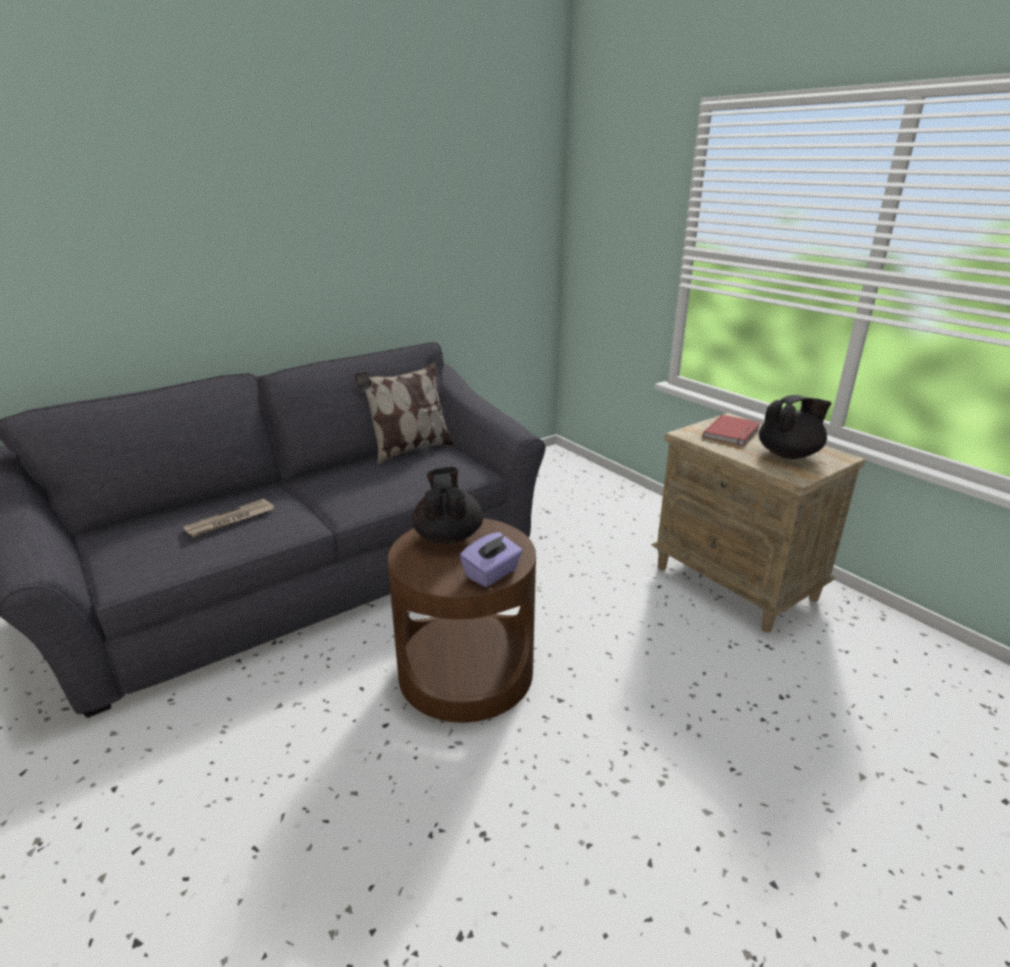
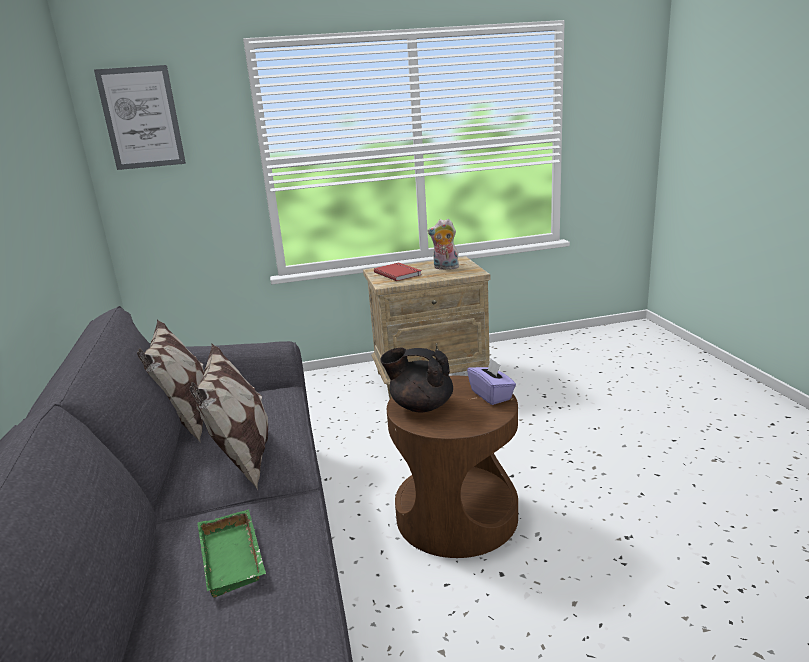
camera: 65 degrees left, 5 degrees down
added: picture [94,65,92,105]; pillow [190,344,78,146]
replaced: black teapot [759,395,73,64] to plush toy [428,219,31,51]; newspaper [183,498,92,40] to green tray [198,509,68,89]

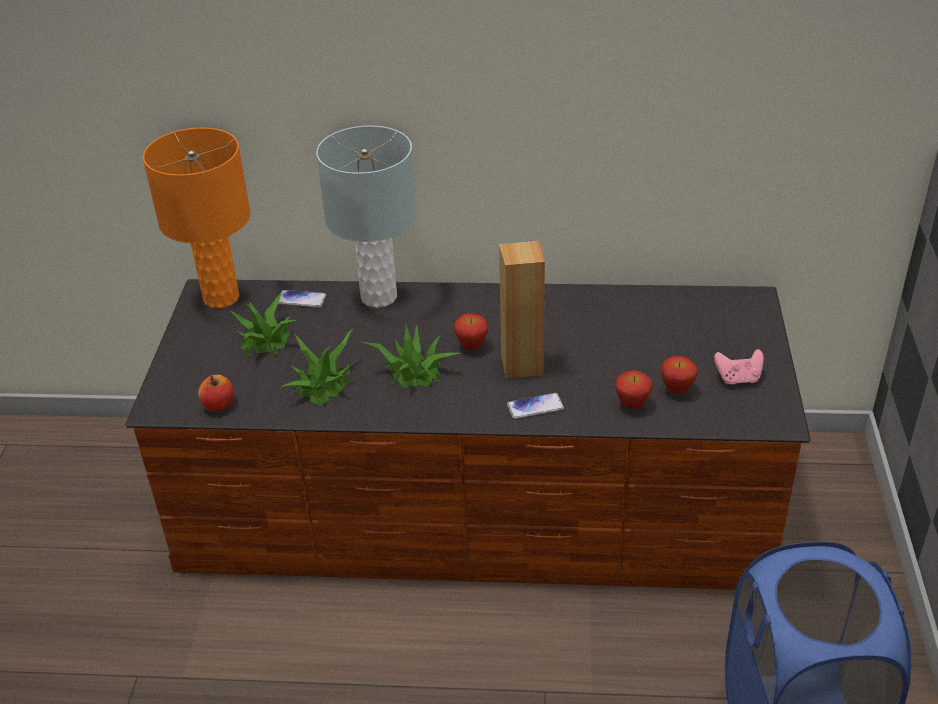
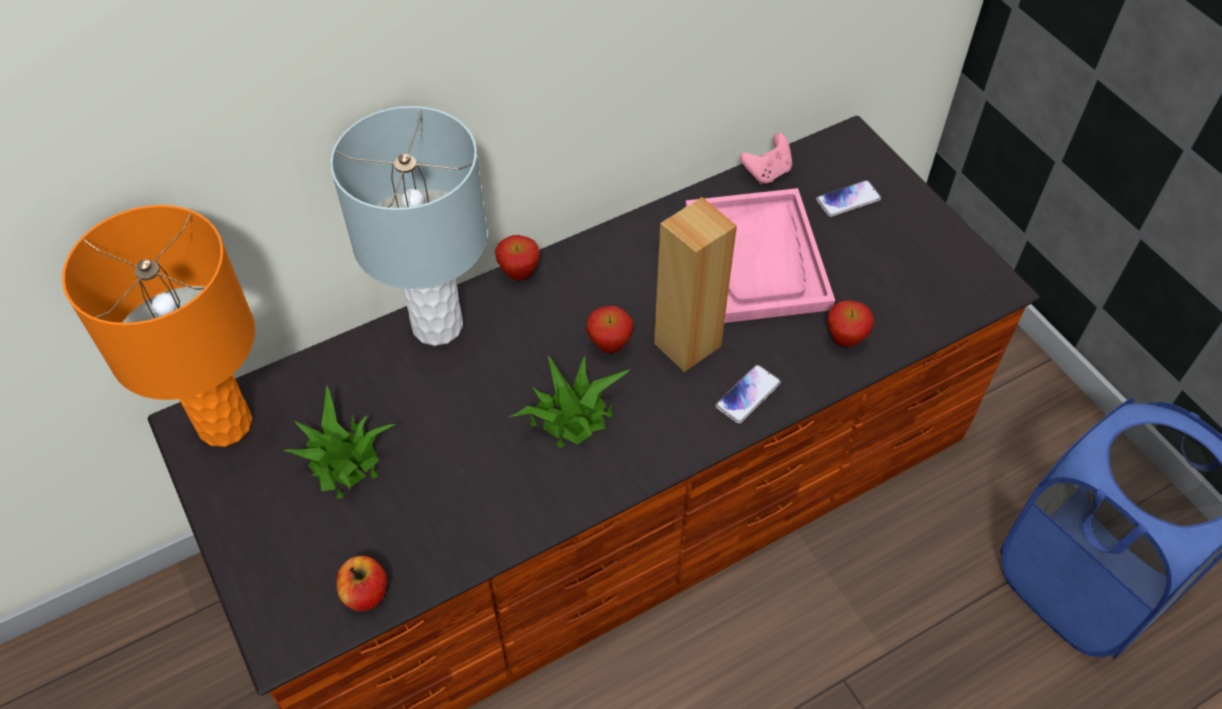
camera: 35 degrees left, 15 degrees up
removed: potted plant [282,329,71,76]
added: pink tray [685,188,150,135]
moved: phone [278,290,48,18] to [816,180,65,37]; pink game controller [714,349,50,35] to [740,133,52,51]; apple [661,356,36,38] to [495,235,45,46]

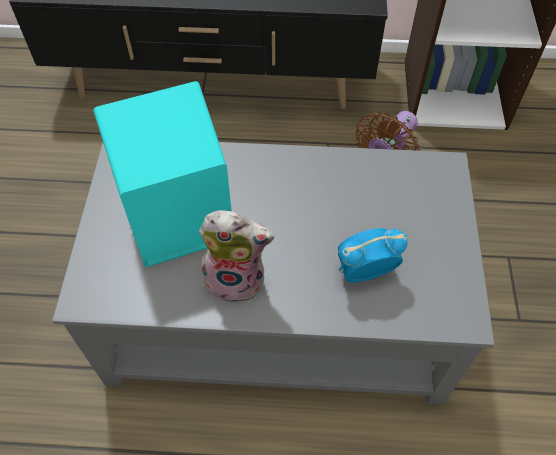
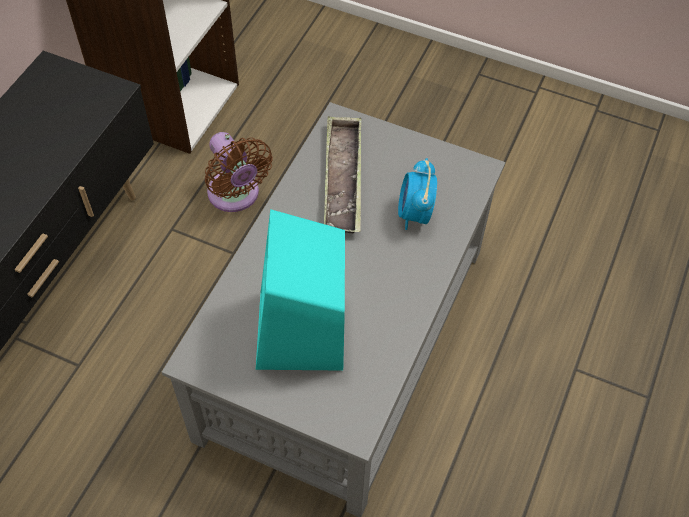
camera: 70 degrees left, 0 degrees up
removed: plush toy [199,210,76,93]
added: tray [324,117,37,116]

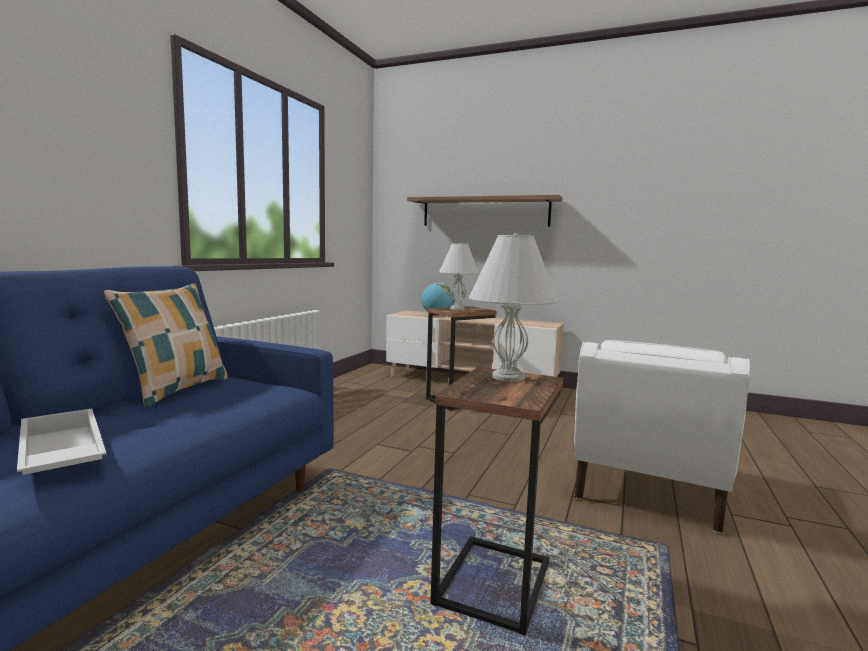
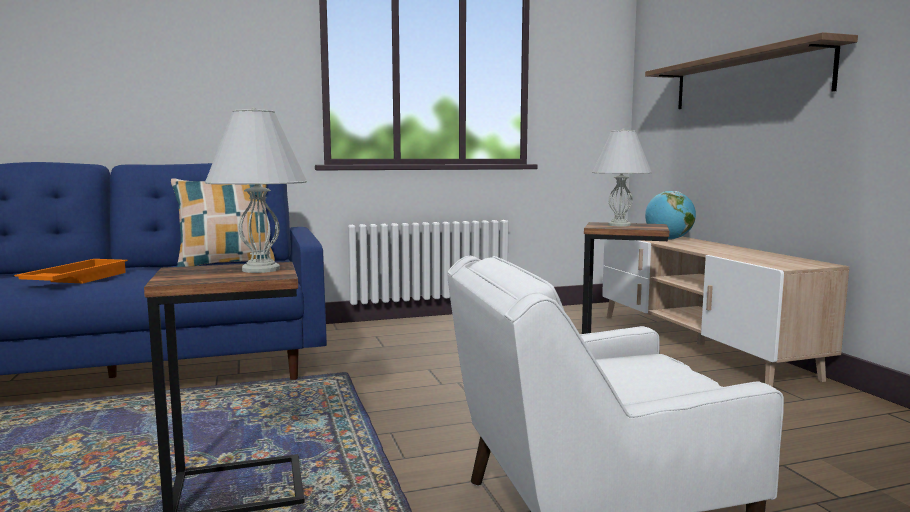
camera: 50 degrees right, 0 degrees up
recoloured: white tray [17,409,89,66] to orange tray [14,259,114,24]

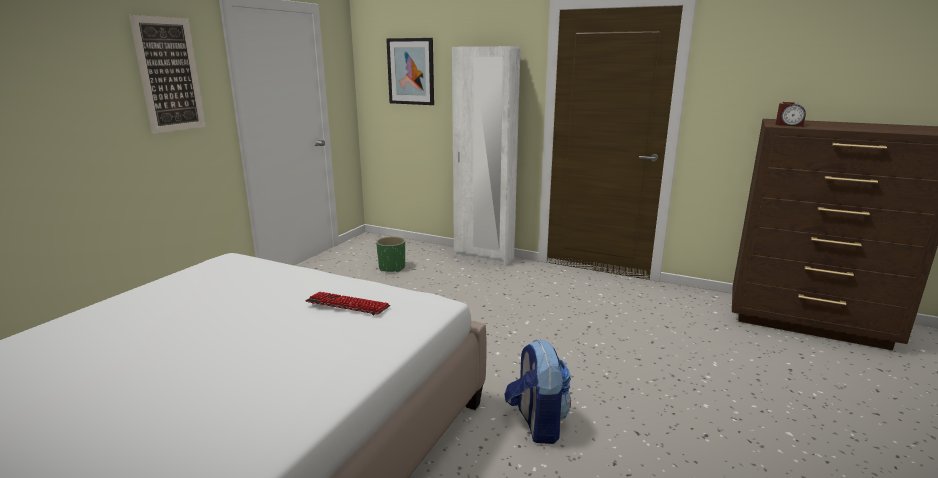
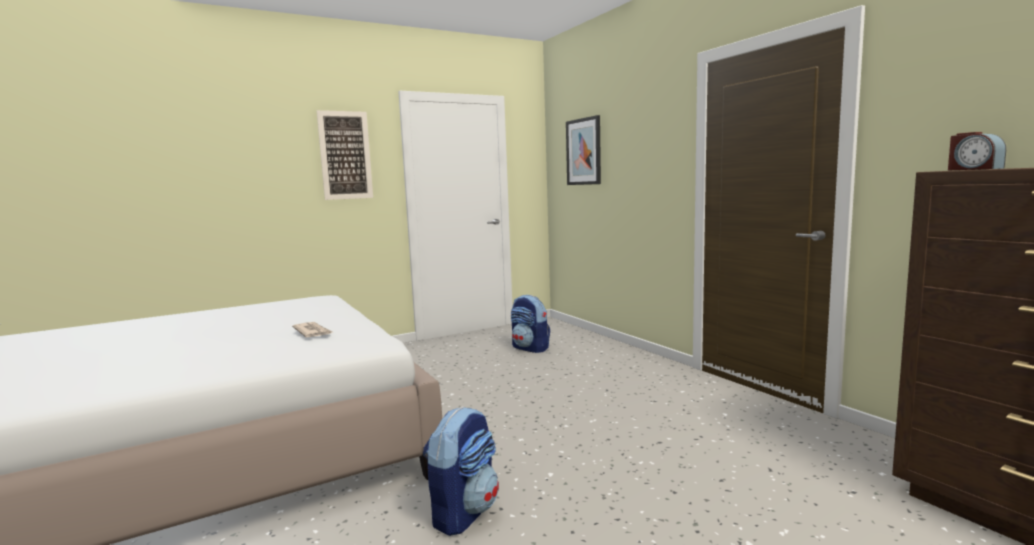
camera: 35 degrees right, 10 degrees down
removed: white wardrobe [452,46,69,220]
replaced: green planter [376,236,29,36] to backpack [511,295,39,58]; keyboard [305,292,85,23] to newspaper [292,322,41,15]

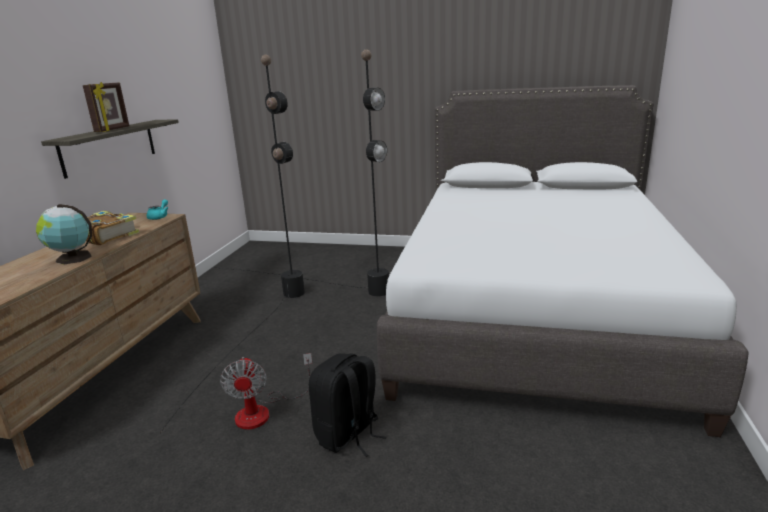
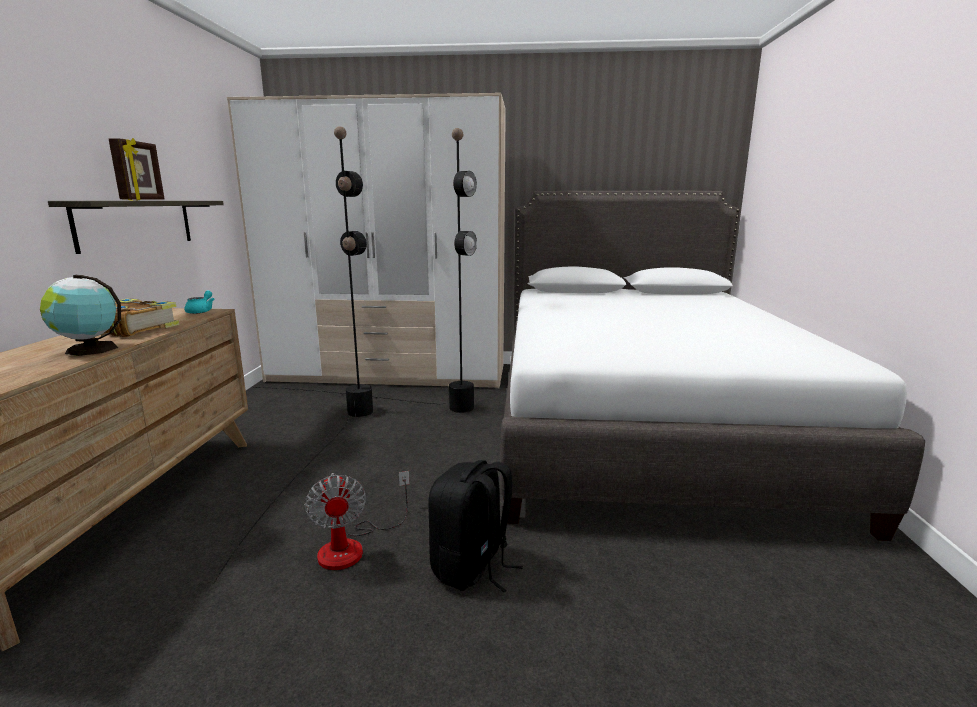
camera: 10 degrees left, 5 degrees down
added: wardrobe [227,93,279,296]

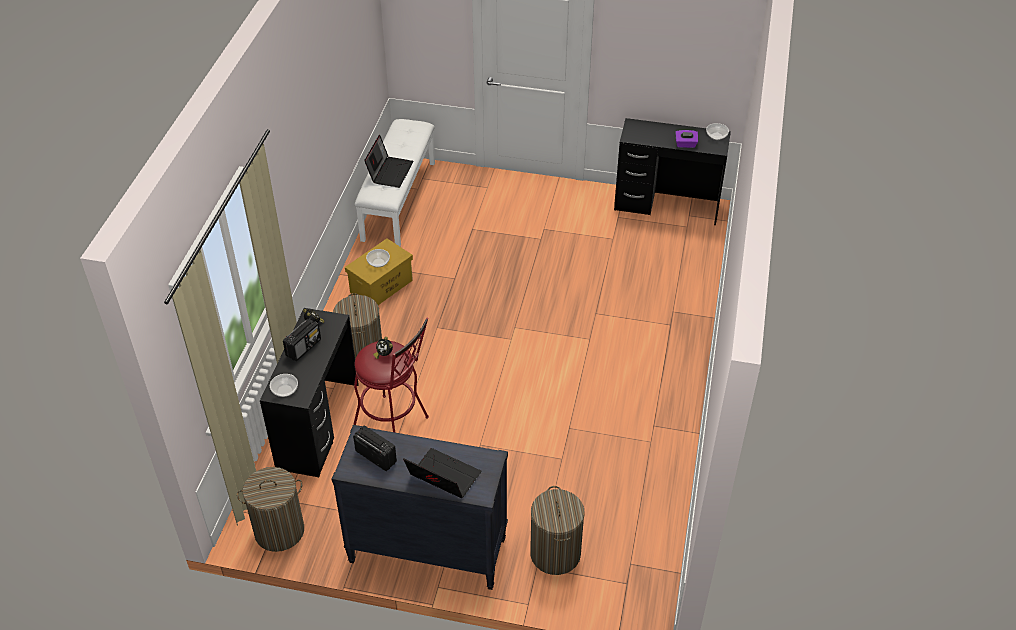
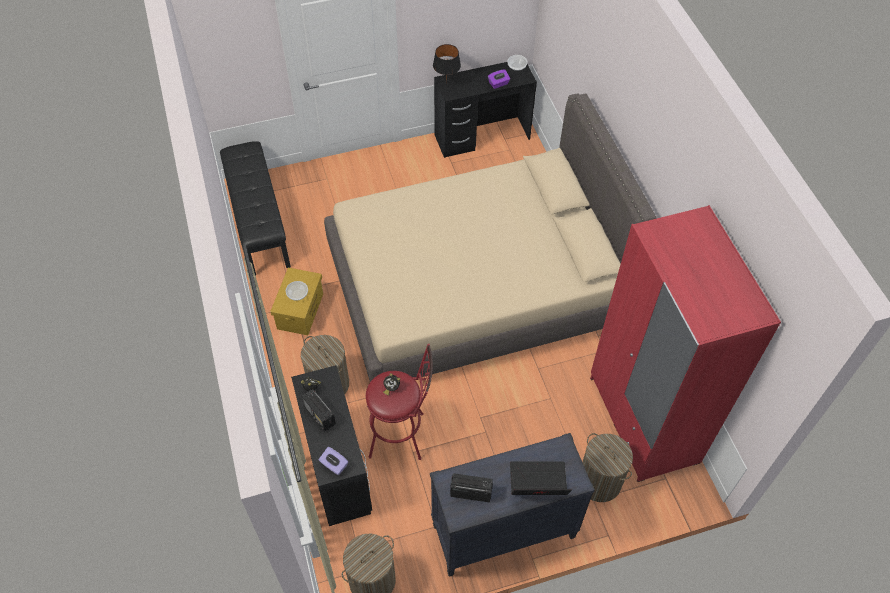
camera: 30 degrees left, 10 degrees up
removed: laptop [364,135,50,53]
added: black table lamp [433,44,28,41]; beige bed [324,93,332,289]; red wardrobe [590,205,191,277]
replaced: bowl [270,374,28,23] to purple tissue box [319,447,29,28]
recoloured: white bench [355,119,80,127] to black bench [220,141,71,135]
turned: radio [283,319,38,42] = [302,389,34,42] 135 degrees clockwise

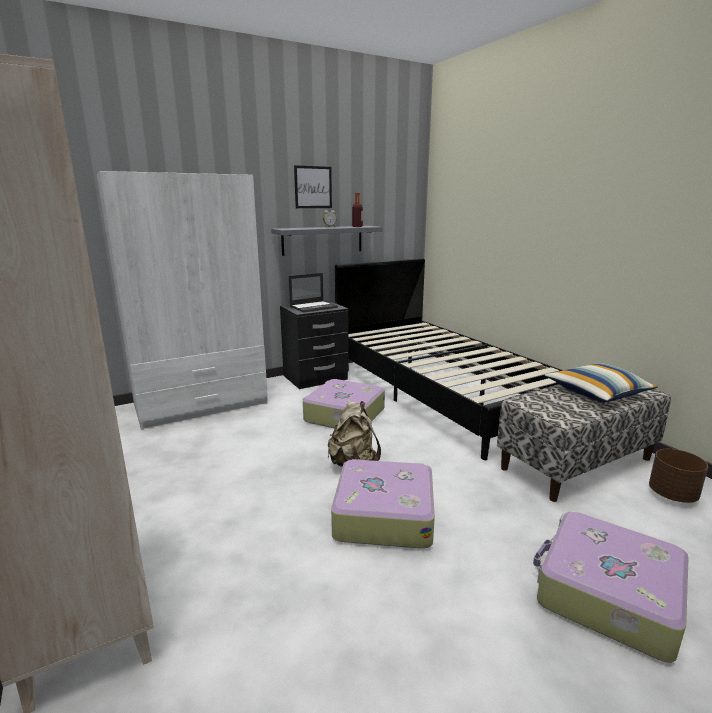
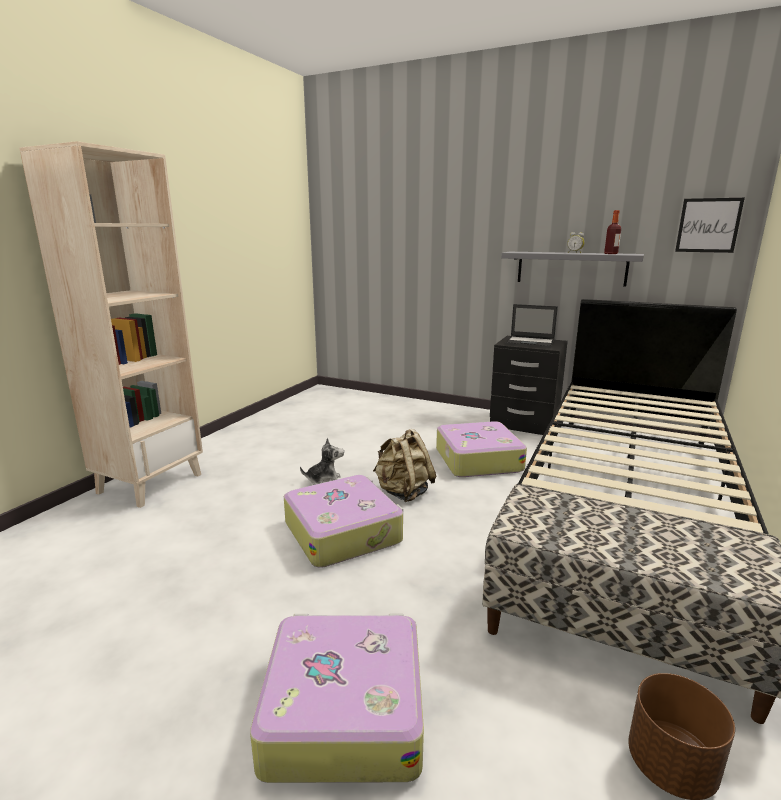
camera: 55 degrees right, 0 degrees up
removed: white wardrobe [97,171,171,259]; pillow [544,363,114,39]
added: plush toy [300,438,44,47]
moved: picture [294,165,38,43] to [675,198,70,55]

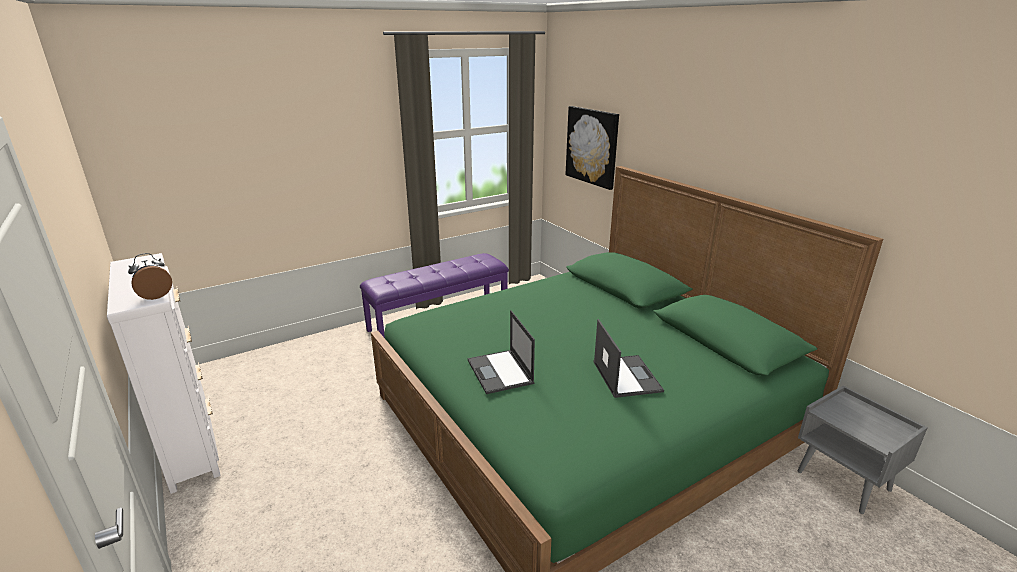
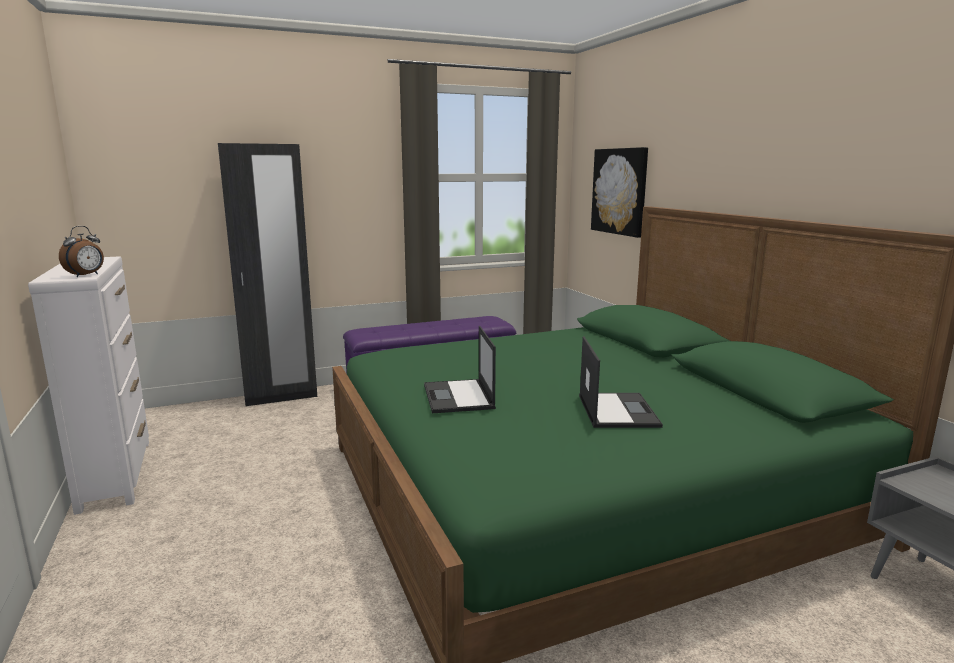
camera: 10 degrees right, 10 degrees down
added: black wardrobe [218,143,99,264]
turned: alarm clock [128,253,44,47] = [59,226,45,51] 150 degrees clockwise

